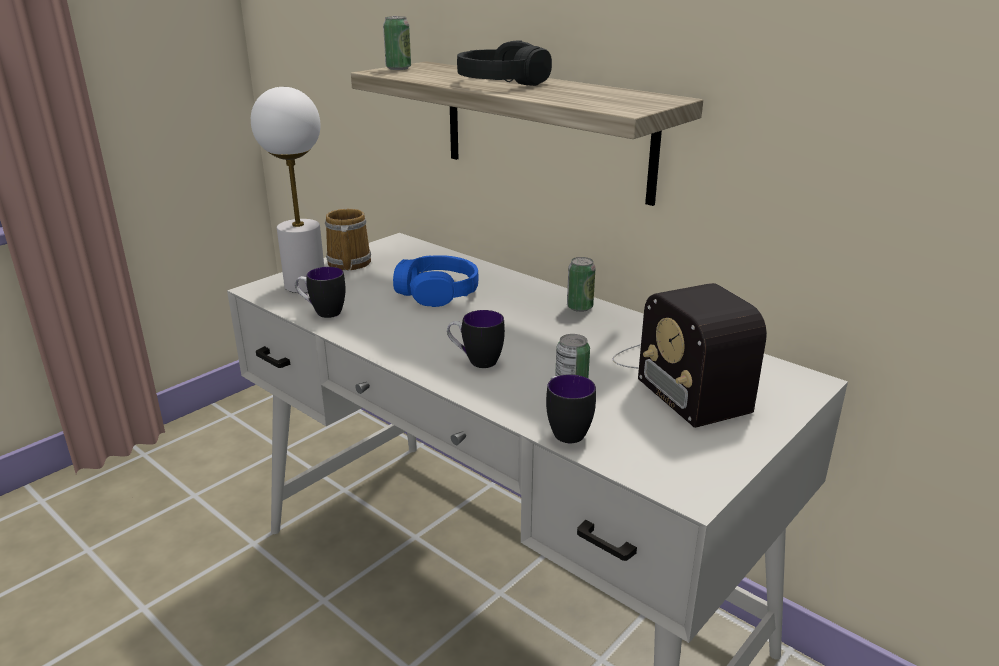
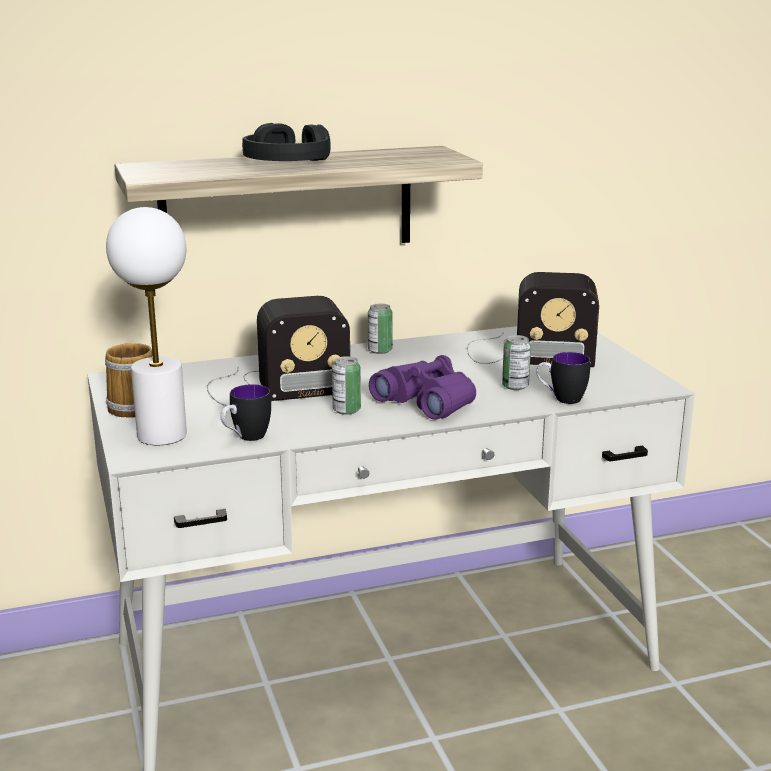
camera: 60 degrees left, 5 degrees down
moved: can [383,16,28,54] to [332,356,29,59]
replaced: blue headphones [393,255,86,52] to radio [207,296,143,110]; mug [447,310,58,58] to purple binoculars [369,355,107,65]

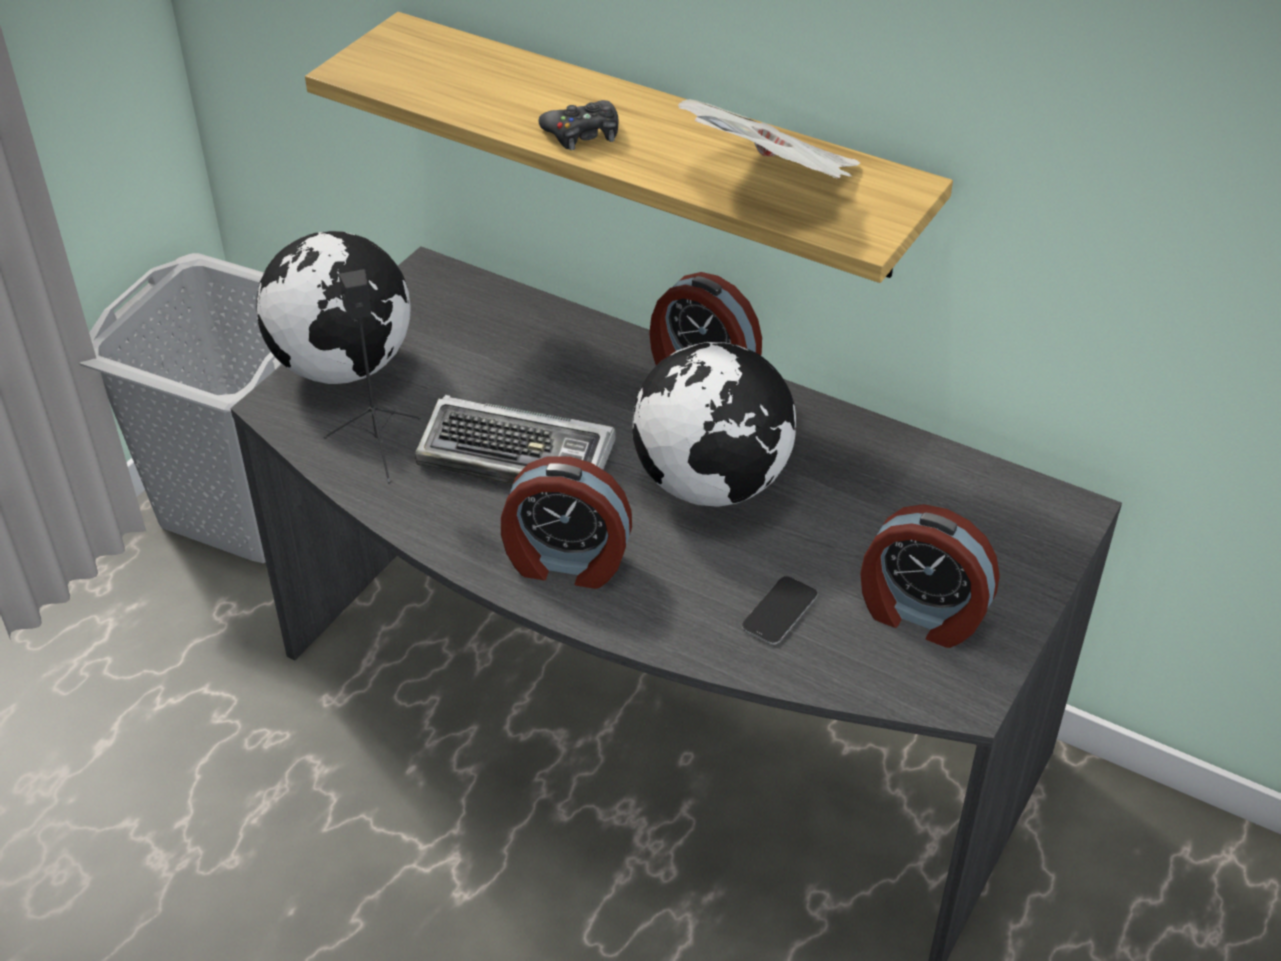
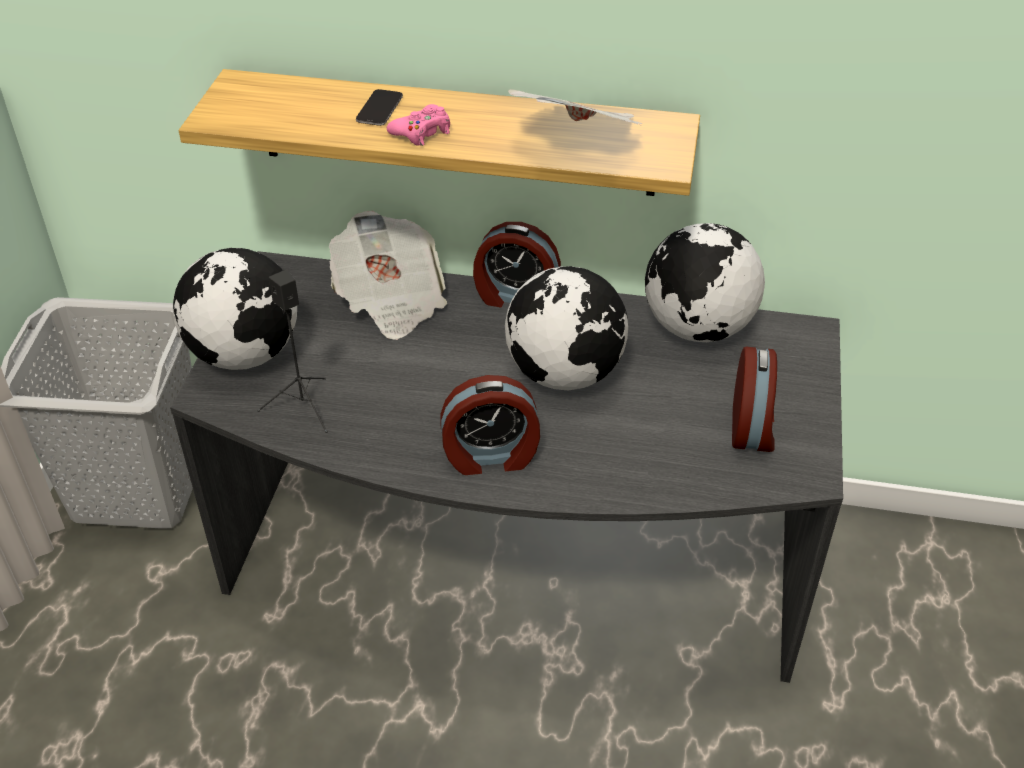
camera: 20 degrees left, 0 degrees up
removed: keyboard [415,395,201,89]
added: newspaper [329,211,118,129]; globe [645,223,120,119]
moved: phone [742,576,76,69] to [356,89,47,37]
recoloured: black game controller [538,100,80,50] to pink game controller [387,104,63,42]
turned: alarm clock [860,504,140,144] = [732,347,45,105] 90 degrees counterclockwise

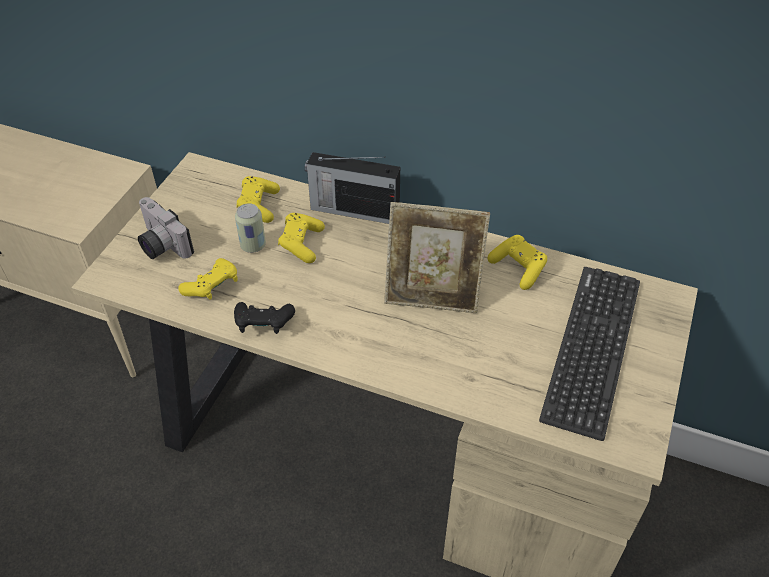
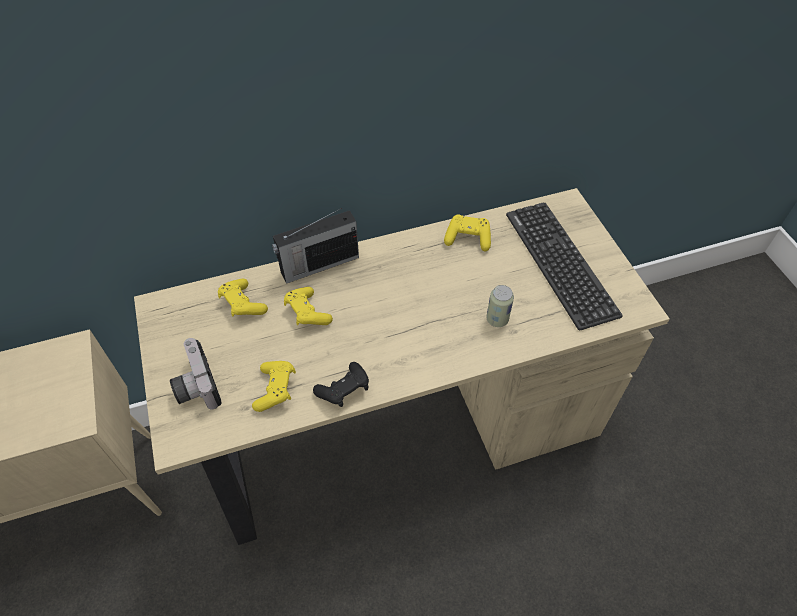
camera: 40 degrees left, 5 degrees up
removed: picture frame [384,202,106,111]
moved: can [235,203,31,50] to [486,285,28,42]
turned: photo camera [138,197,56,62] = [170,338,52,71] 60 degrees clockwise

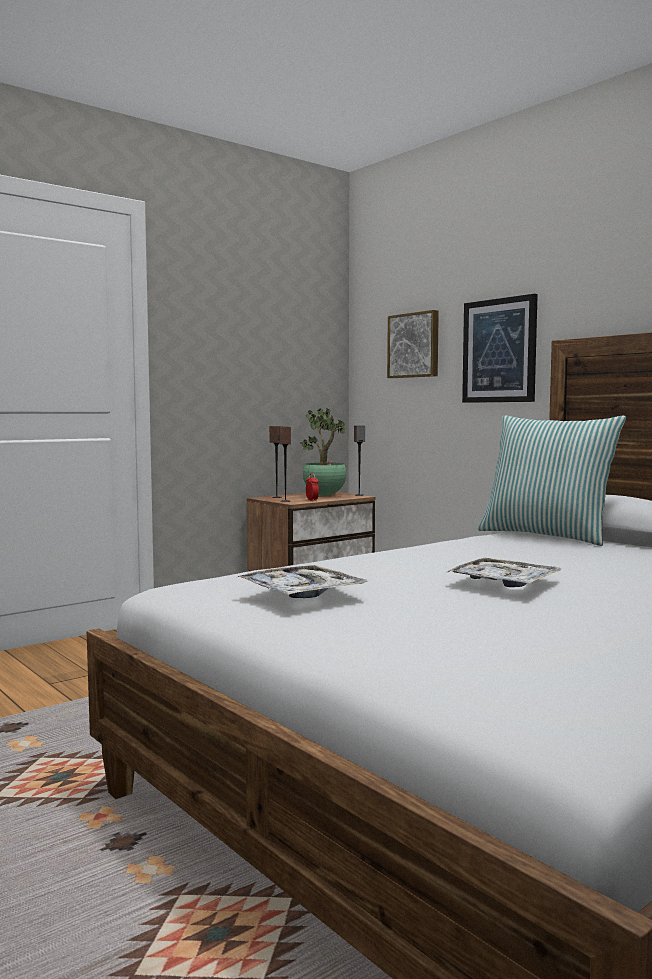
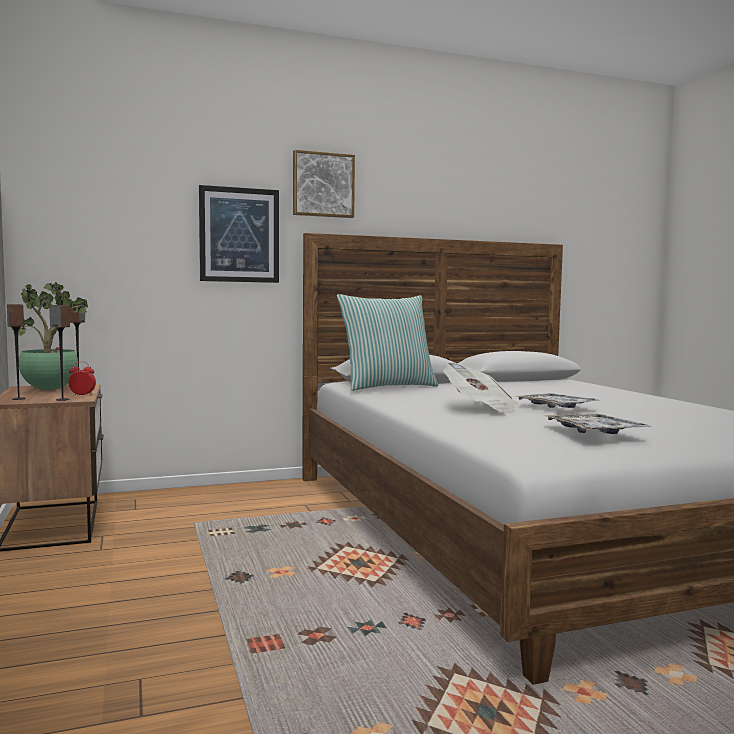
camera: 70 degrees left, 0 degrees up
added: newspaper [443,362,75,52]
moved: picture [387,310,52,68] to [293,150,62,68]

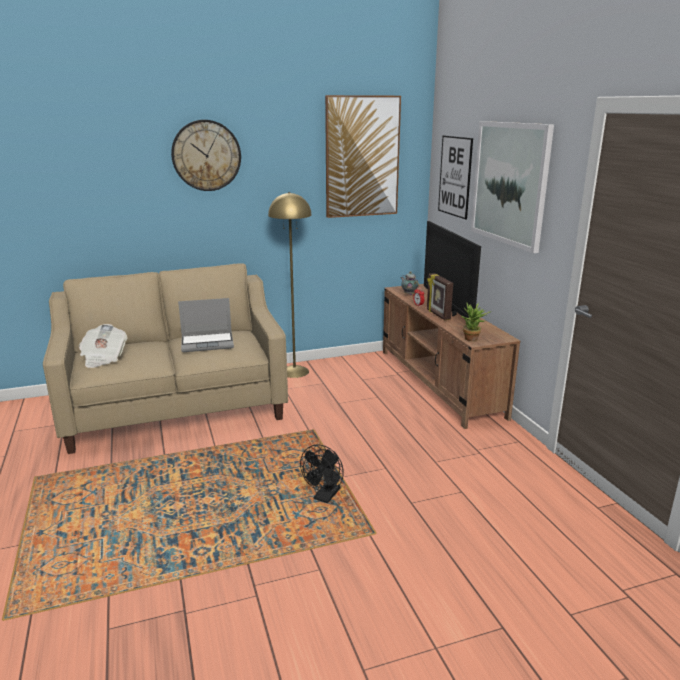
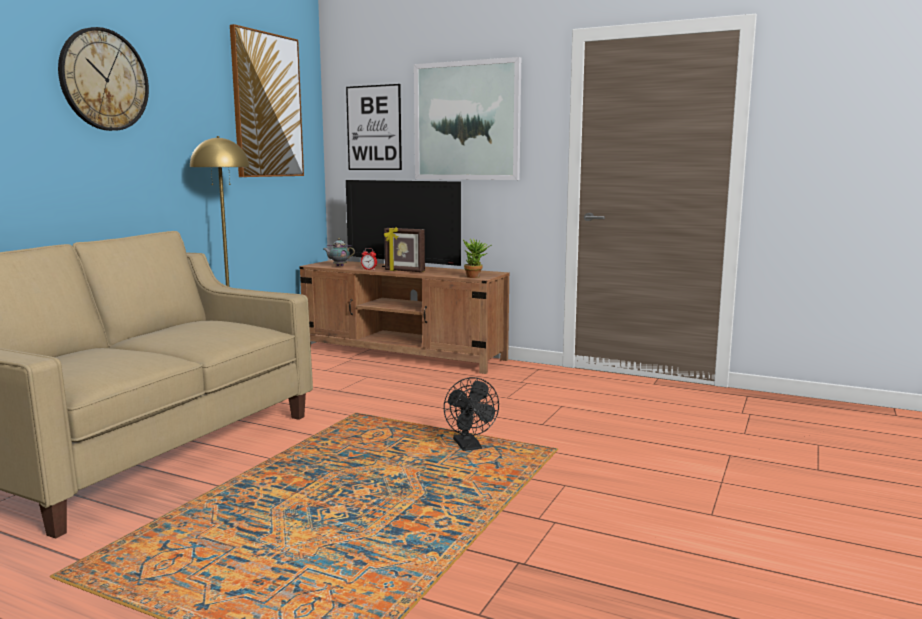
camera: 45 degrees left, 10 degrees down
removed: laptop [178,298,56,54]; newspaper [79,324,48,44]

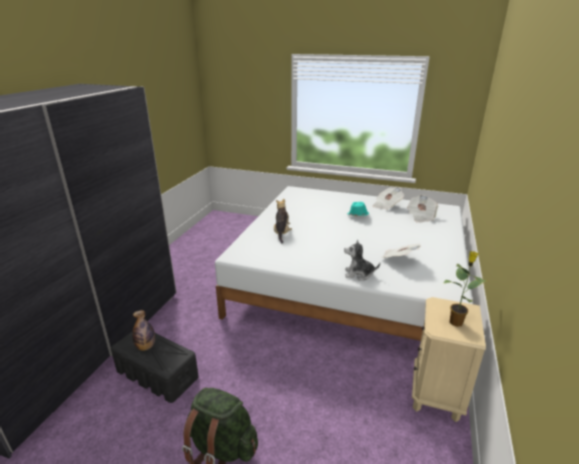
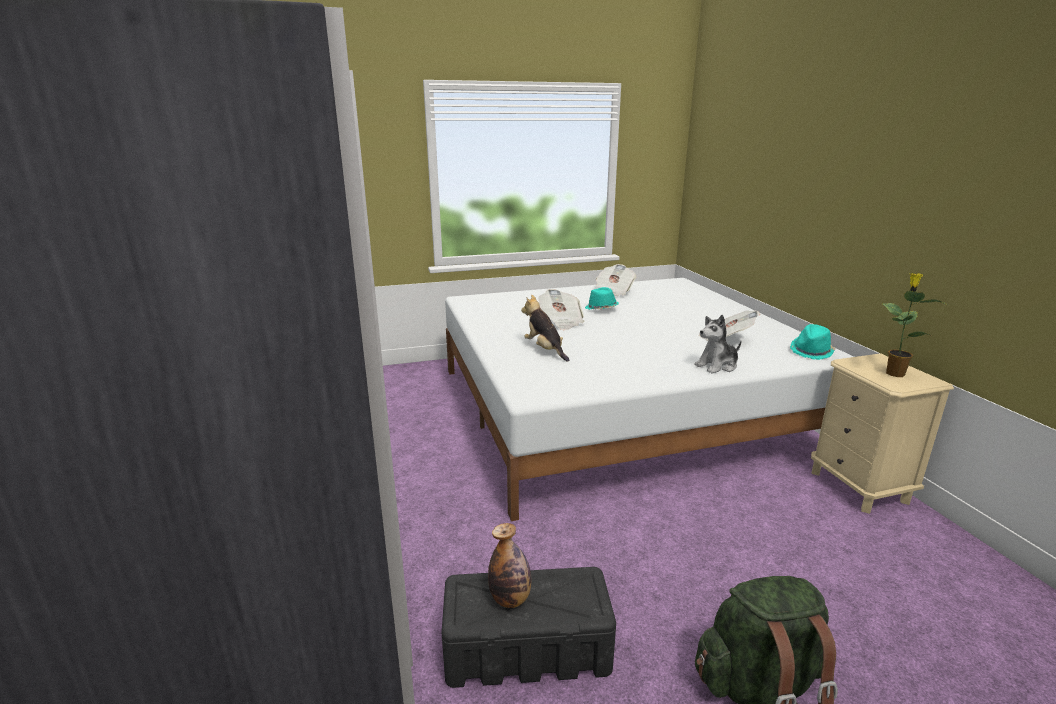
camera: 35 degrees left, 5 degrees down
added: turquoise hat [790,324,46,36]
moved: newspaper [407,195,31,28] to [538,289,46,41]

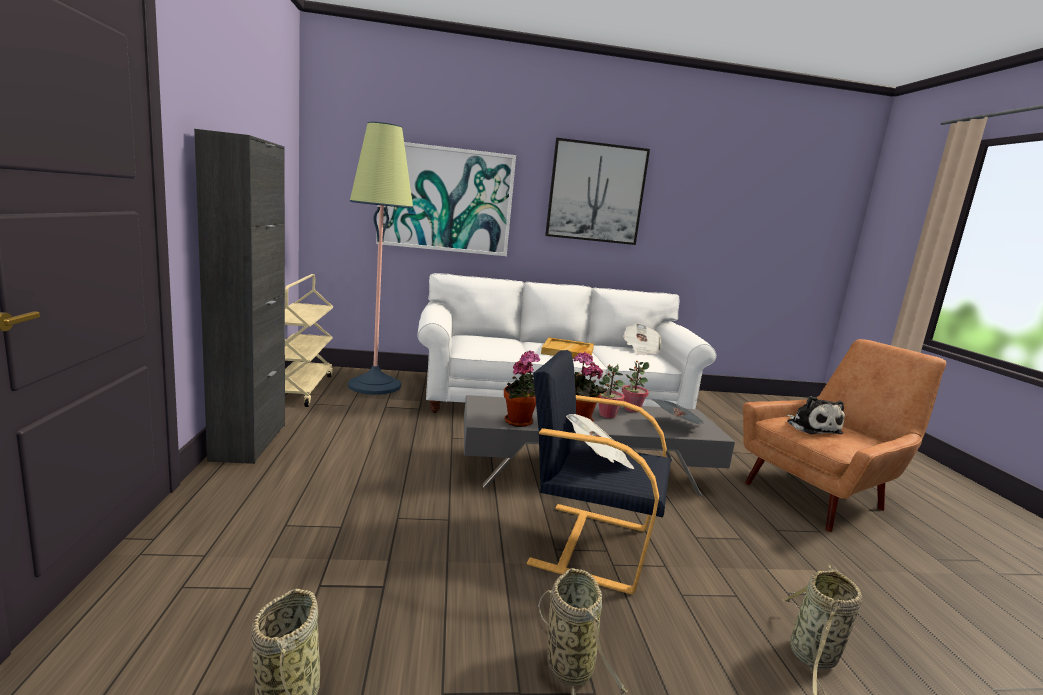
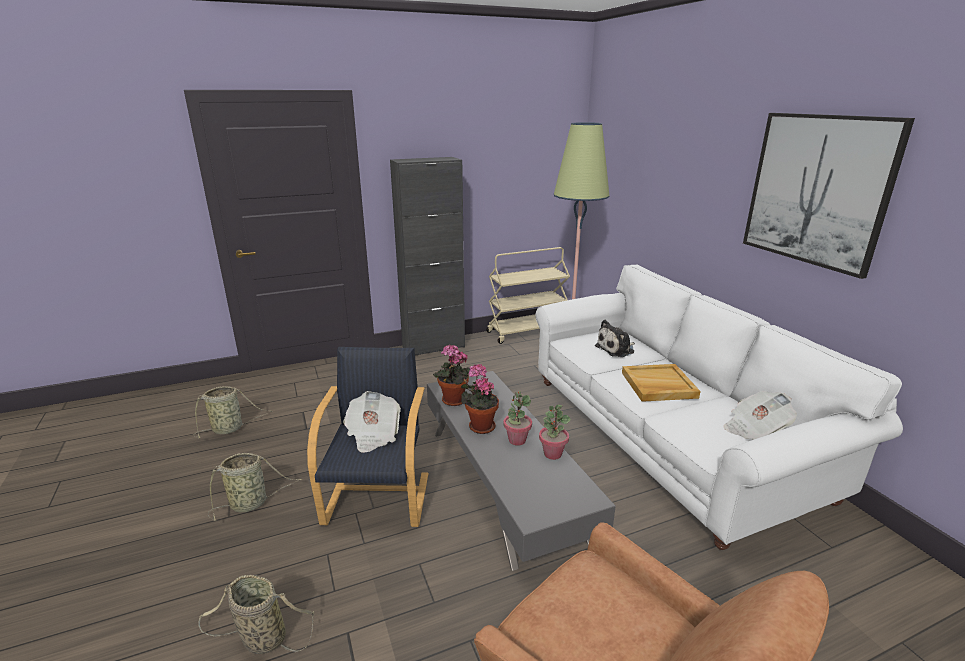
camera: 75 degrees right, 10 degrees up
removed: picture [376,142,140,114]; newspaper [651,399,53,25]
moved: plush toy [787,396,58,38] to [595,320,40,37]

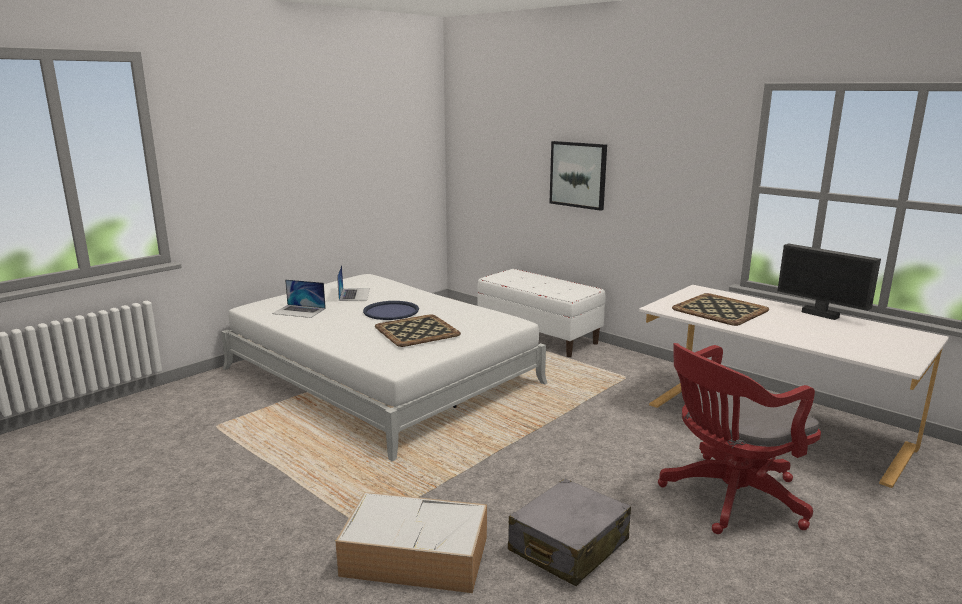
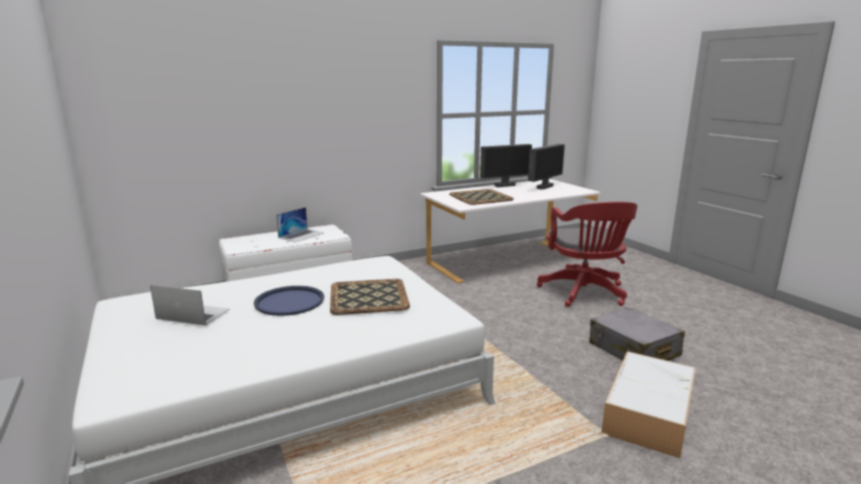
camera: 70 degrees left, 0 degrees up
removed: picture [549,141,58,70]
added: monitor [528,144,37,46]
moved: laptop [272,279,54,39] to [276,207,48,35]

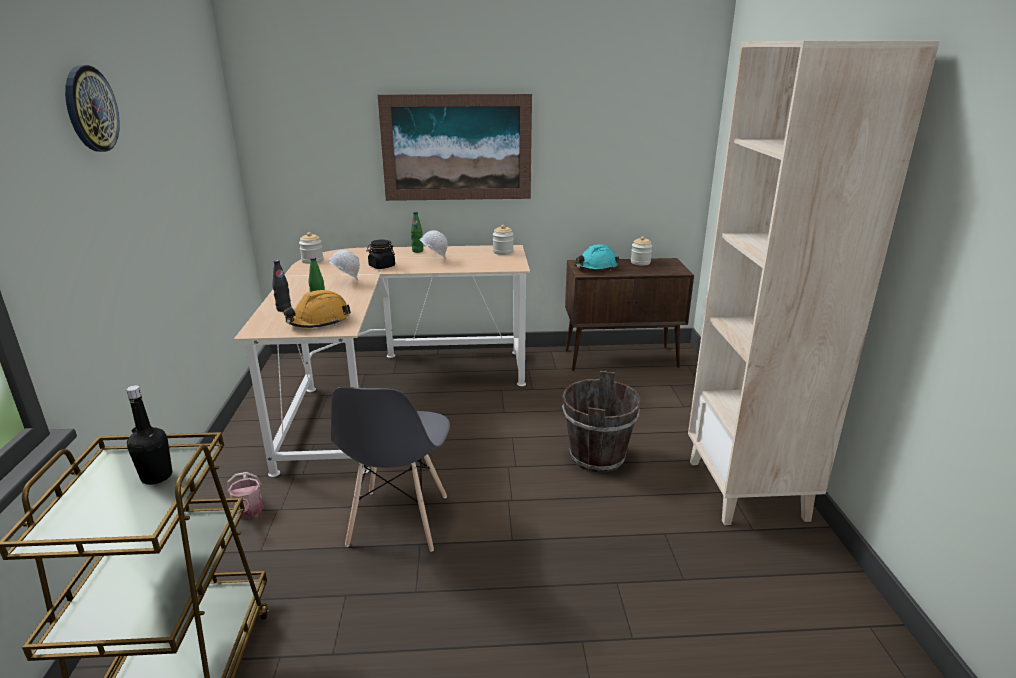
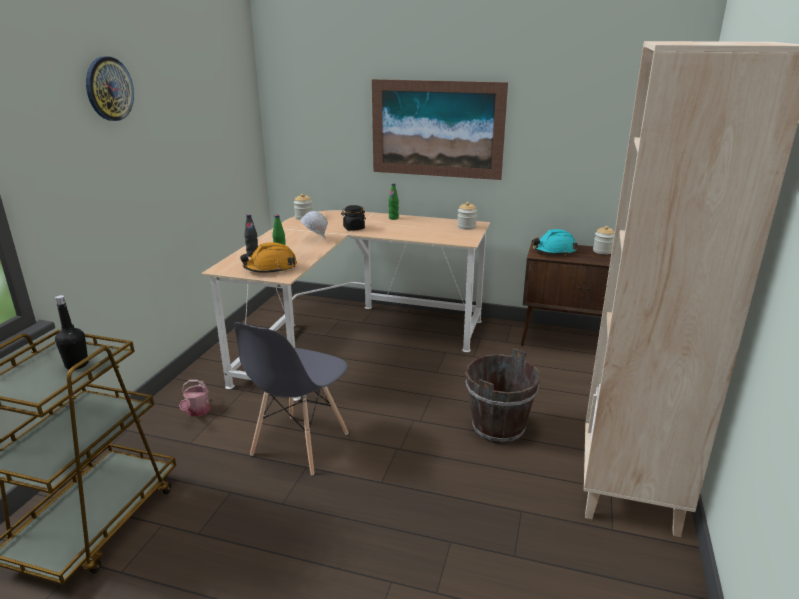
camera: 20 degrees right, 0 degrees up
removed: white hard hat [419,230,29,30]

